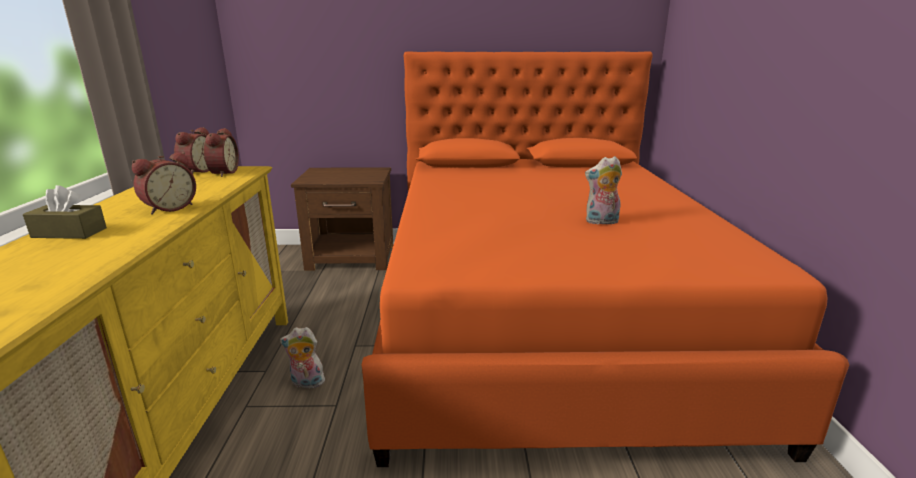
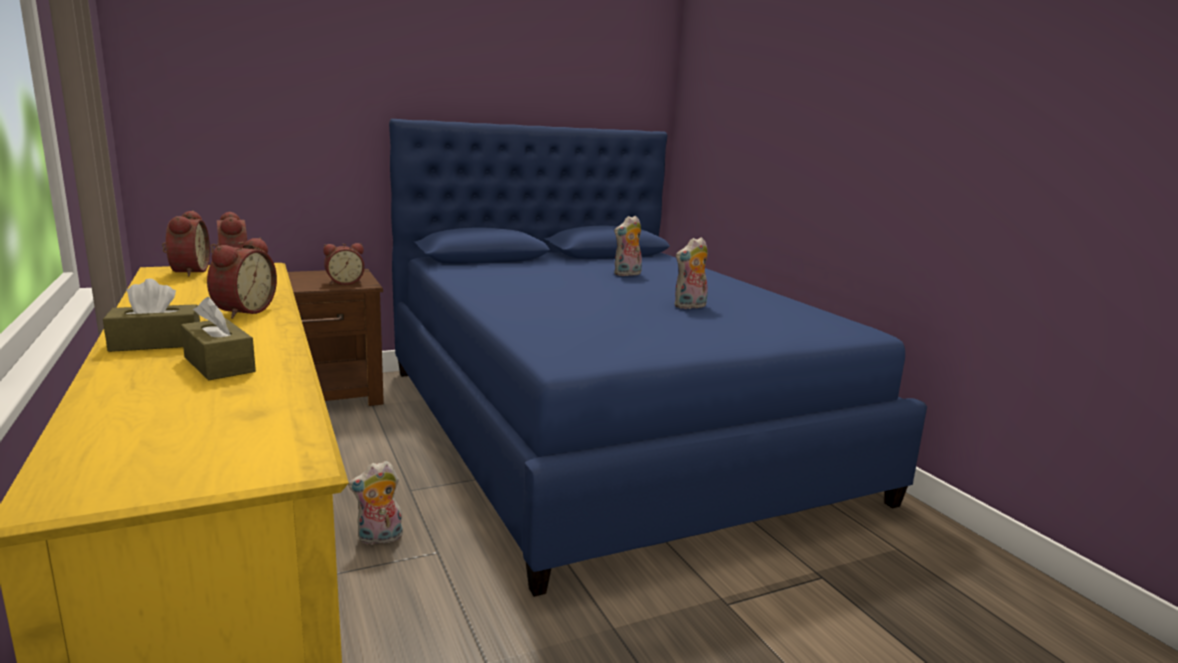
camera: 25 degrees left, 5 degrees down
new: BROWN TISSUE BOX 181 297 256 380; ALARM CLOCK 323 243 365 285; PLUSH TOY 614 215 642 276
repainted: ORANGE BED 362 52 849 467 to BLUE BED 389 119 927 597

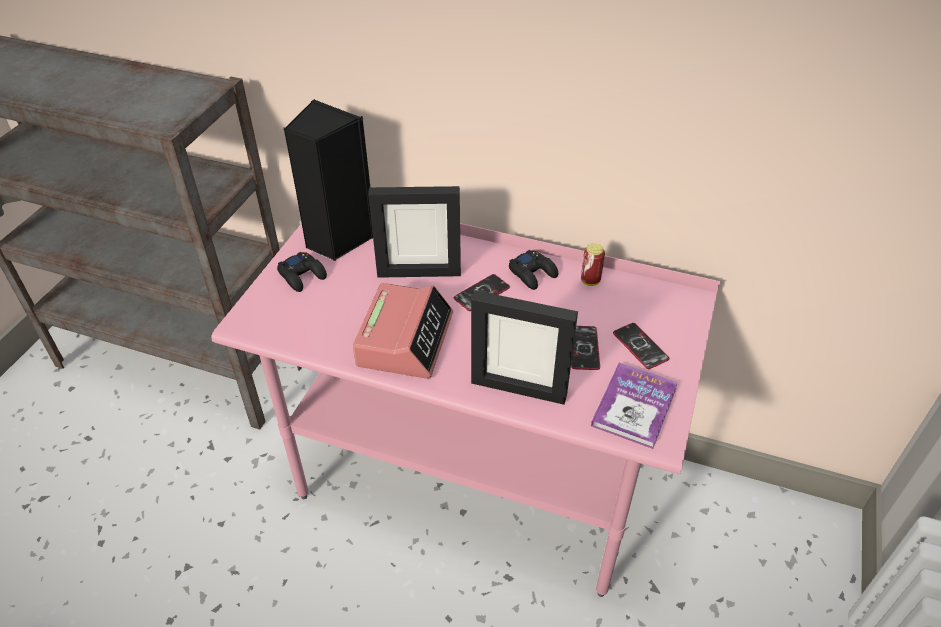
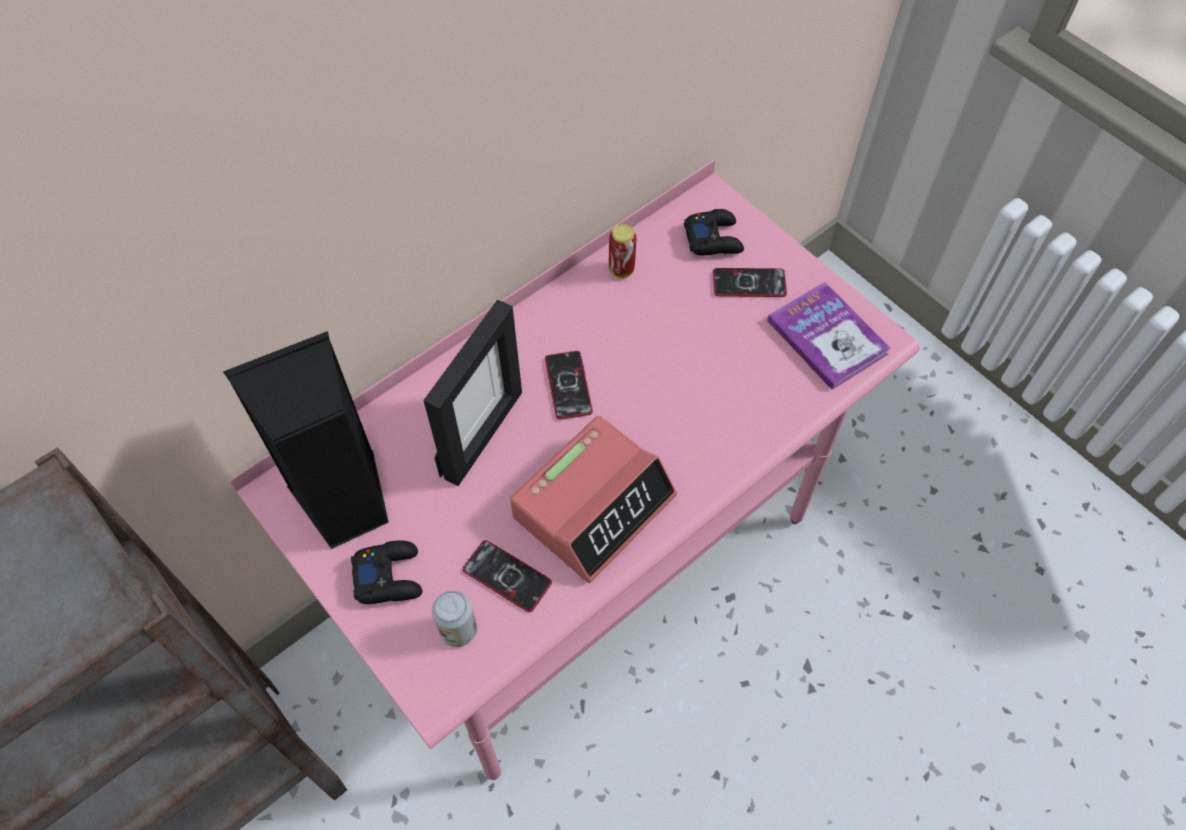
camera: 60 degrees left, 15 degrees up
gone: PICTURE FRAME 471 290 578 405
new: CAN 432 591 477 647
shifted: BLACK GAME CONTROLLER 509 250 558 290 to 684 209 744 256; PHONE 571 326 600 370 to 463 540 552 612
rotated: ALARM CLOCK 353 283 453 379 = 510 416 677 583 90 degrees clockwise

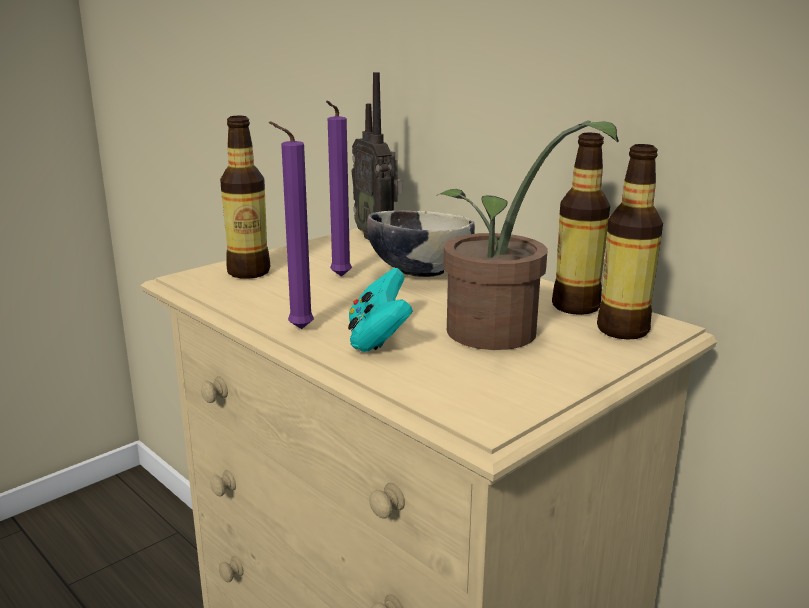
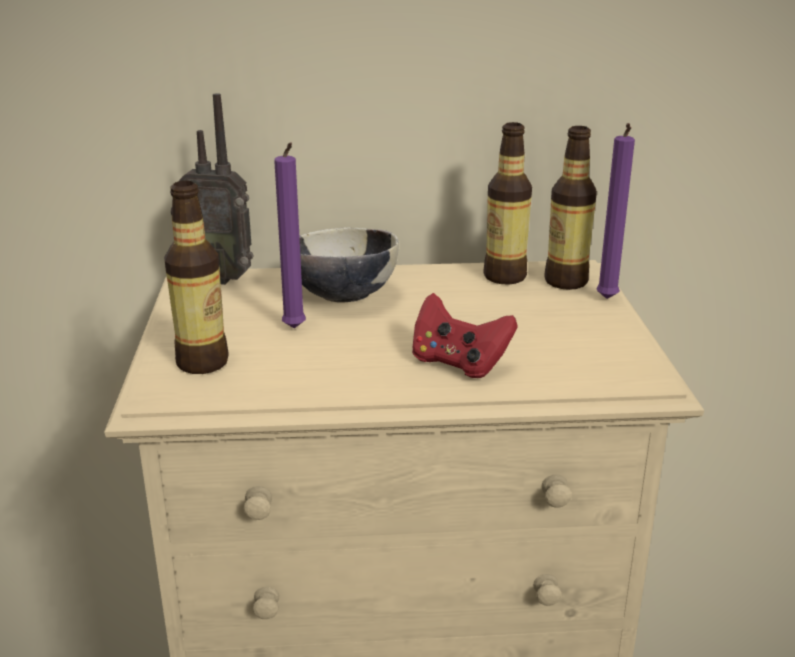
camera: 50 degrees left, 5 degrees up
gone: POTTED PLANT 436 120 619 350
shifted: PURPLE CANDLE 269 122 314 329 to 596 123 635 299
repainted: TURQUOISE GAME CONTROLLER 348 268 413 352 to RED GAME CONTROLLER 412 293 518 378

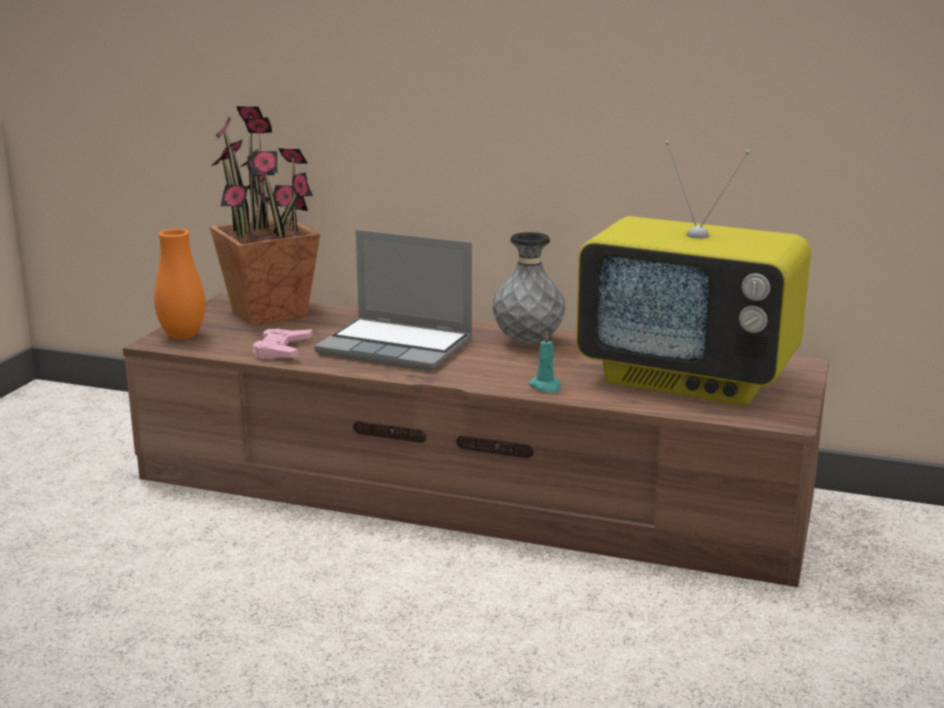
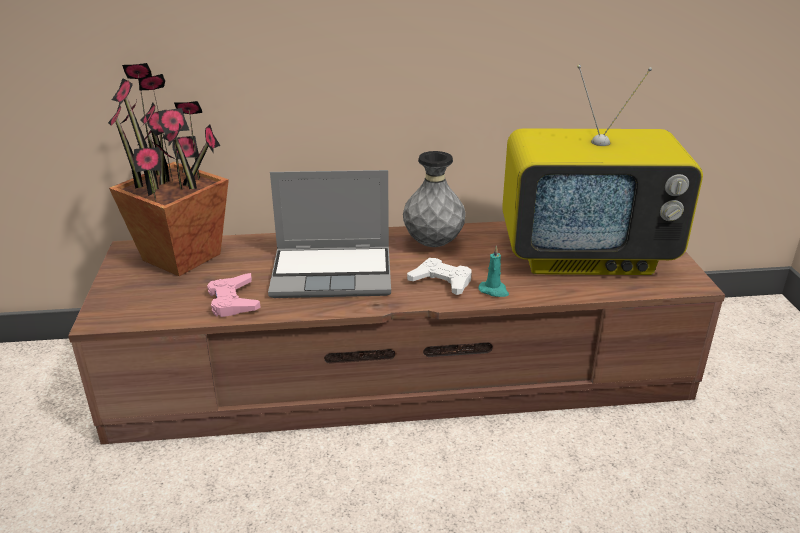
camera: 25 degrees left, 10 degrees up
gone: ORANGE VASE 154 229 205 339
new: WHITE GAME CONTROLLER 407 258 472 295

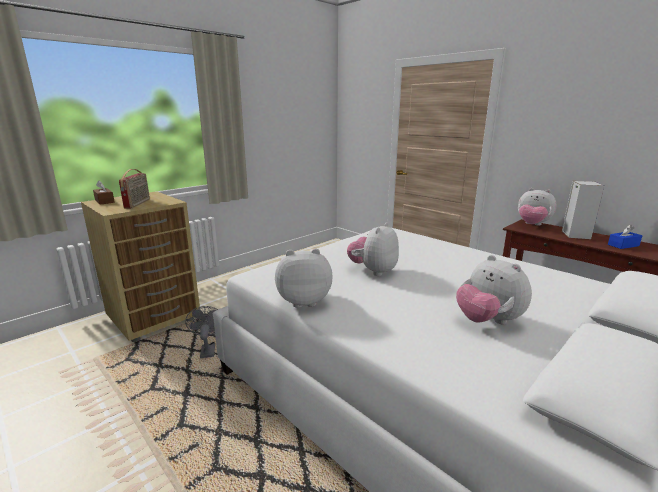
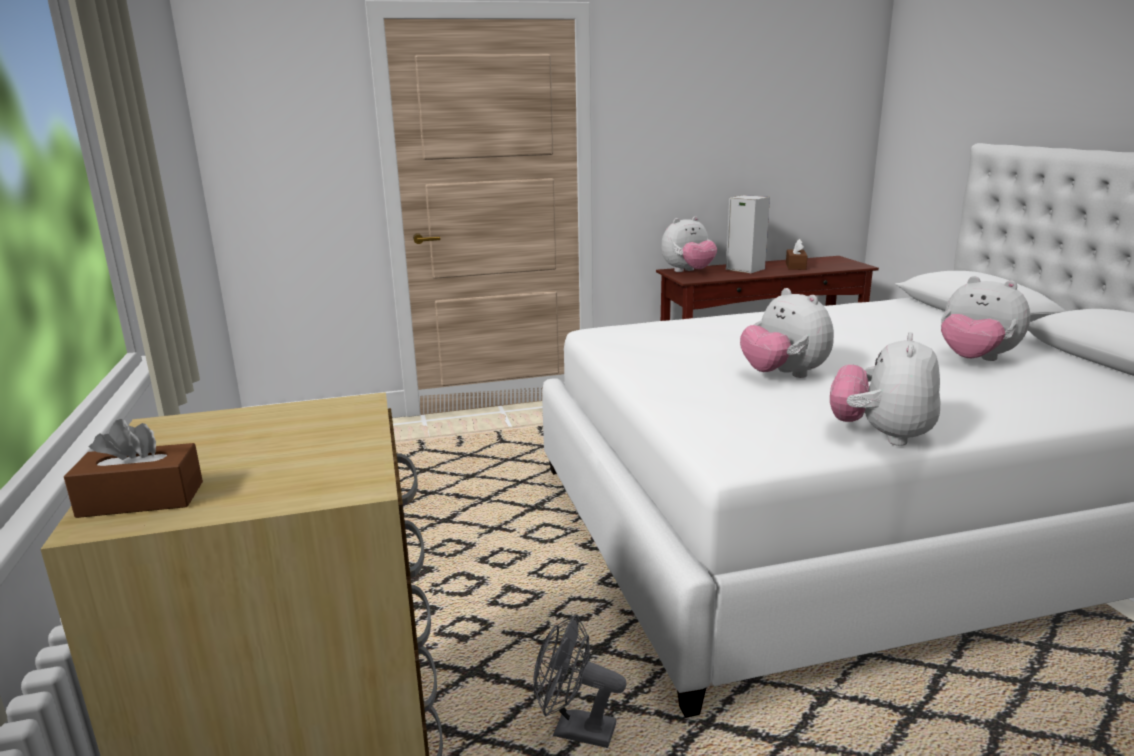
camera: 60 degrees left, 0 degrees up
gone: RADIO 119 169 150 209
repainted: BLUE TISSUE BOX 608 224 642 249 to BROWN TISSUE BOX 786 239 808 270
rotated: PLUSH TOY 456 255 532 324 = 941 276 1030 361 45 degrees clockwise

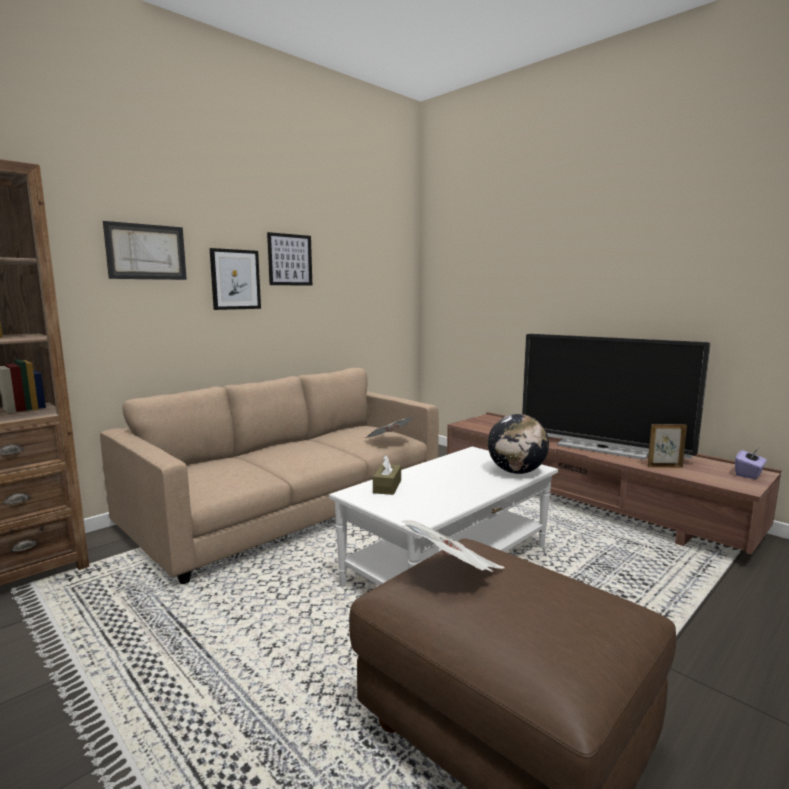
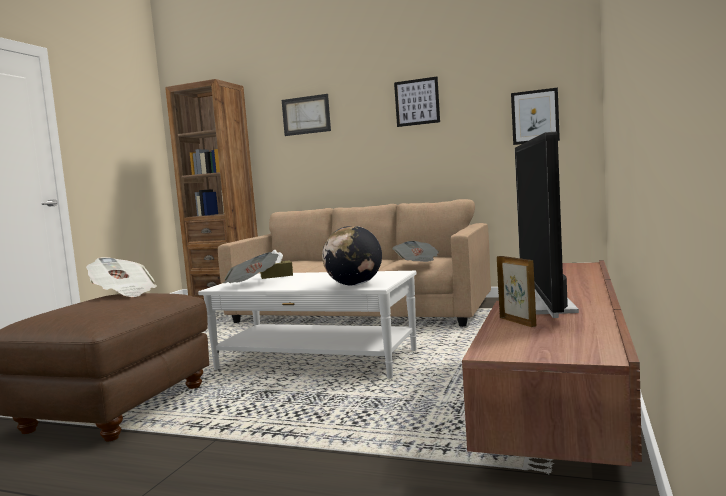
camera: 65 degrees right, 5 degrees down
gone: PURPLE TISSUE BOX 735 448 767 479
new: NEWSPAPER 223 252 279 283
shifted: PICTURE 210 248 261 310 to 511 88 560 145

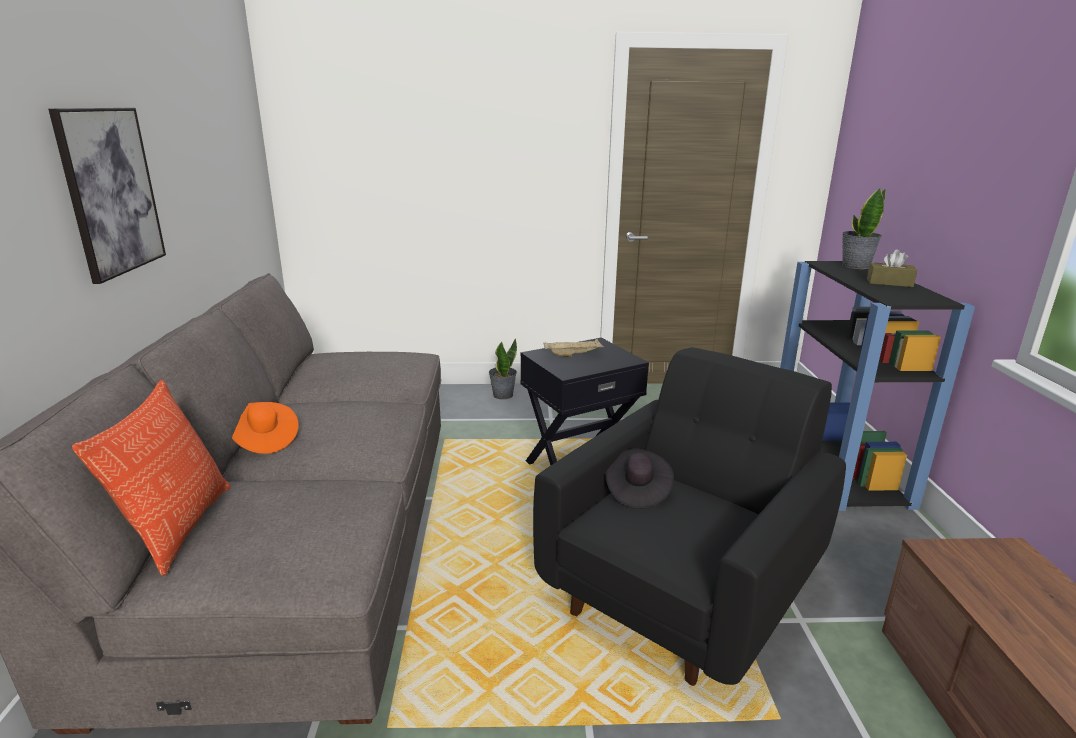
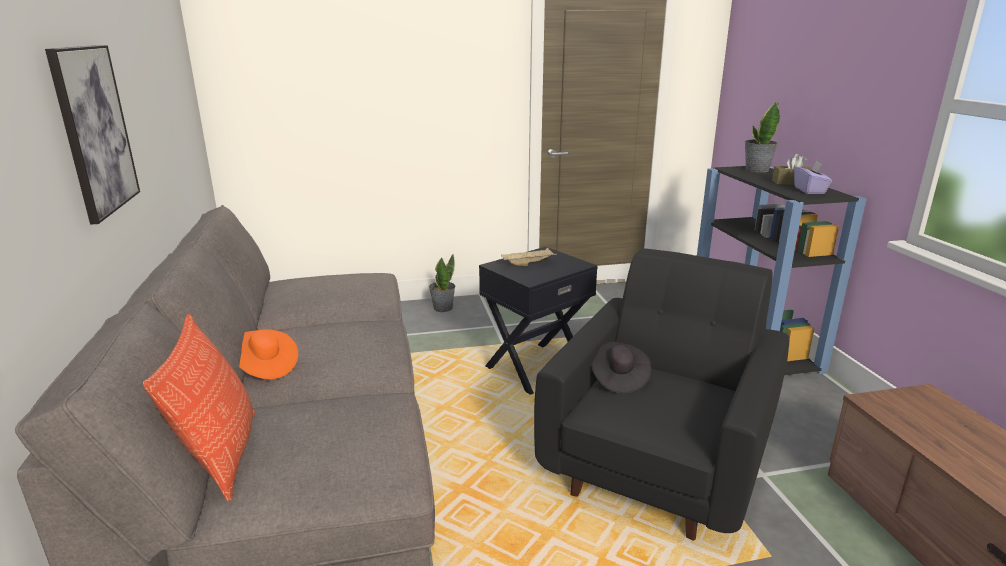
camera: 10 degrees left, 0 degrees up
new: PURPLE TISSUE BOX 794 161 832 194

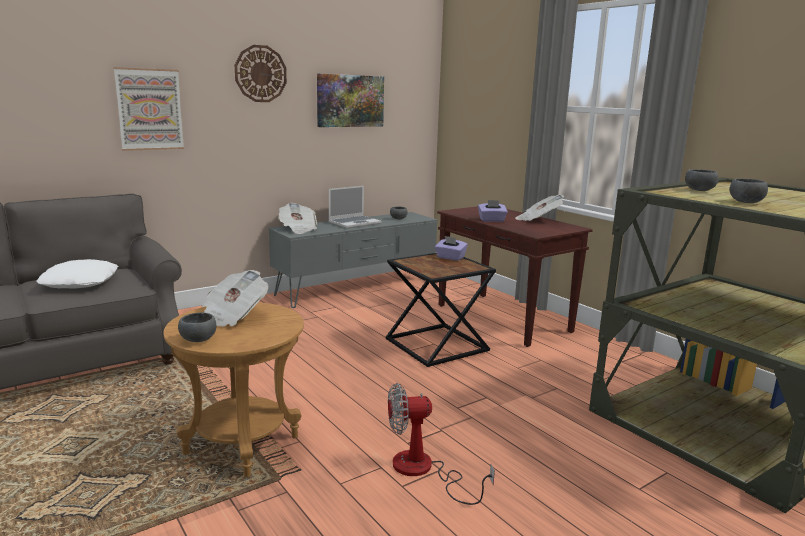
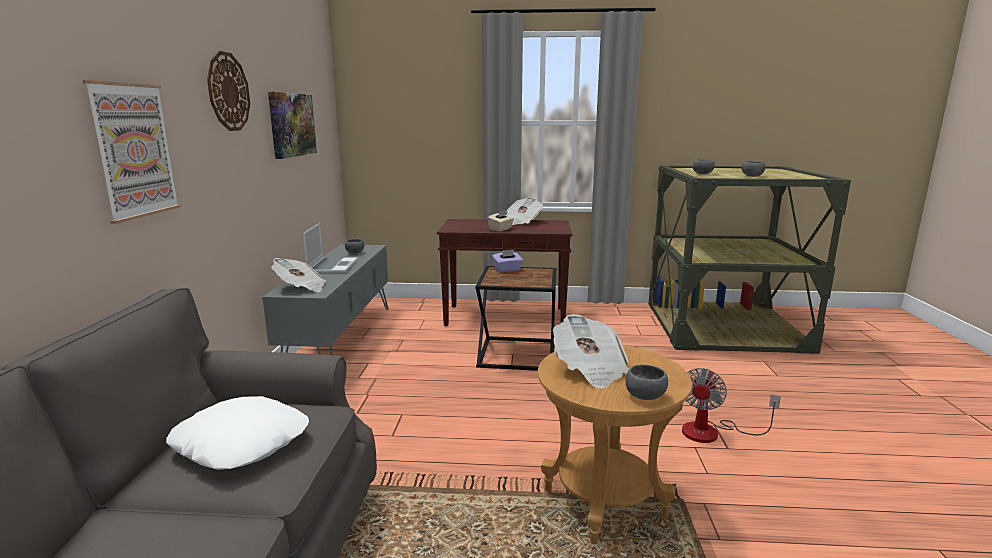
camera: 50 degrees left, 0 degrees up
repainted: PURPLE TISSUE BOX 478 200 508 222 to BEIGE TISSUE BOX 487 210 514 232

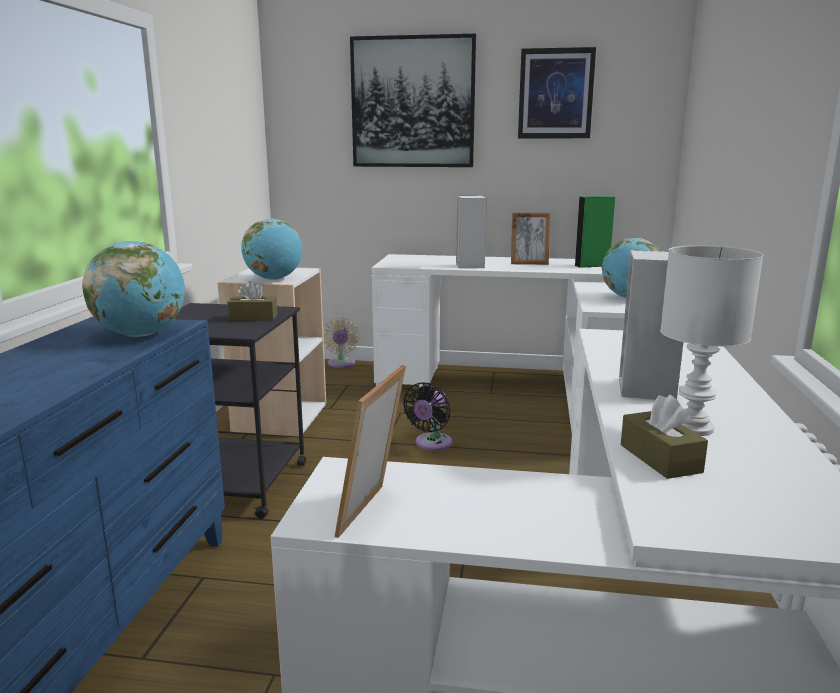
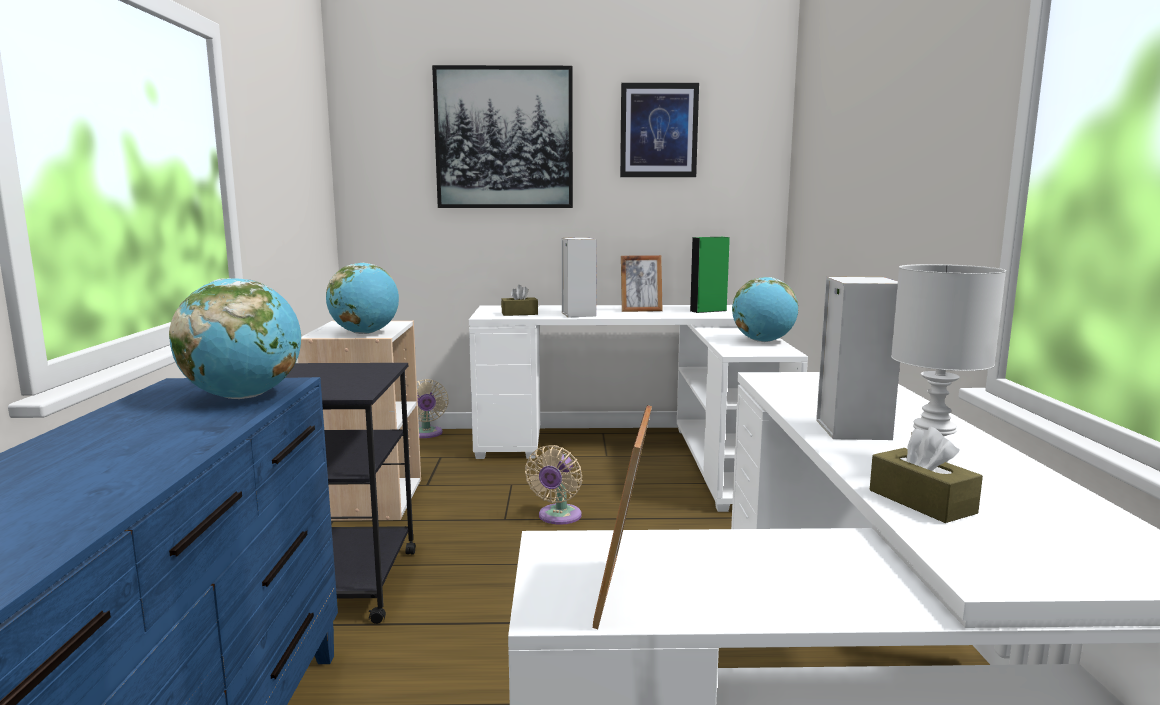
camera: 10 degrees left, 5 degrees down
shifted: BROWN TISSUE BOX 227 281 277 321 to 501 285 538 316
repainted: BLACK FAN 403 382 453 451 to BEIGE FAN 525 445 582 525

